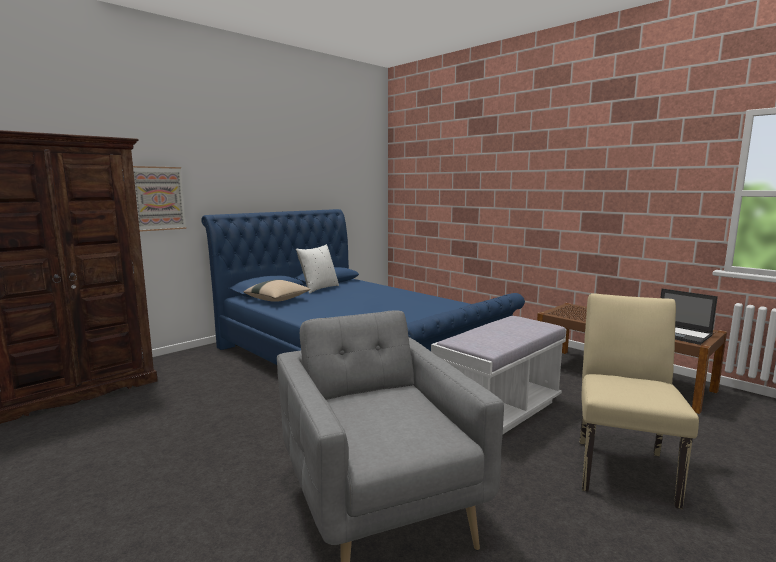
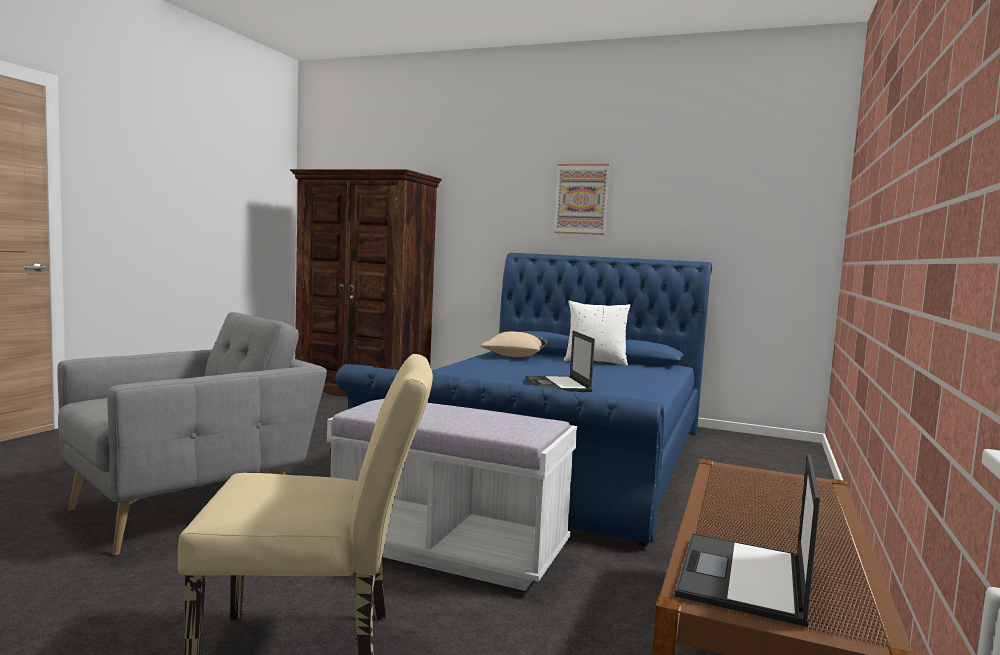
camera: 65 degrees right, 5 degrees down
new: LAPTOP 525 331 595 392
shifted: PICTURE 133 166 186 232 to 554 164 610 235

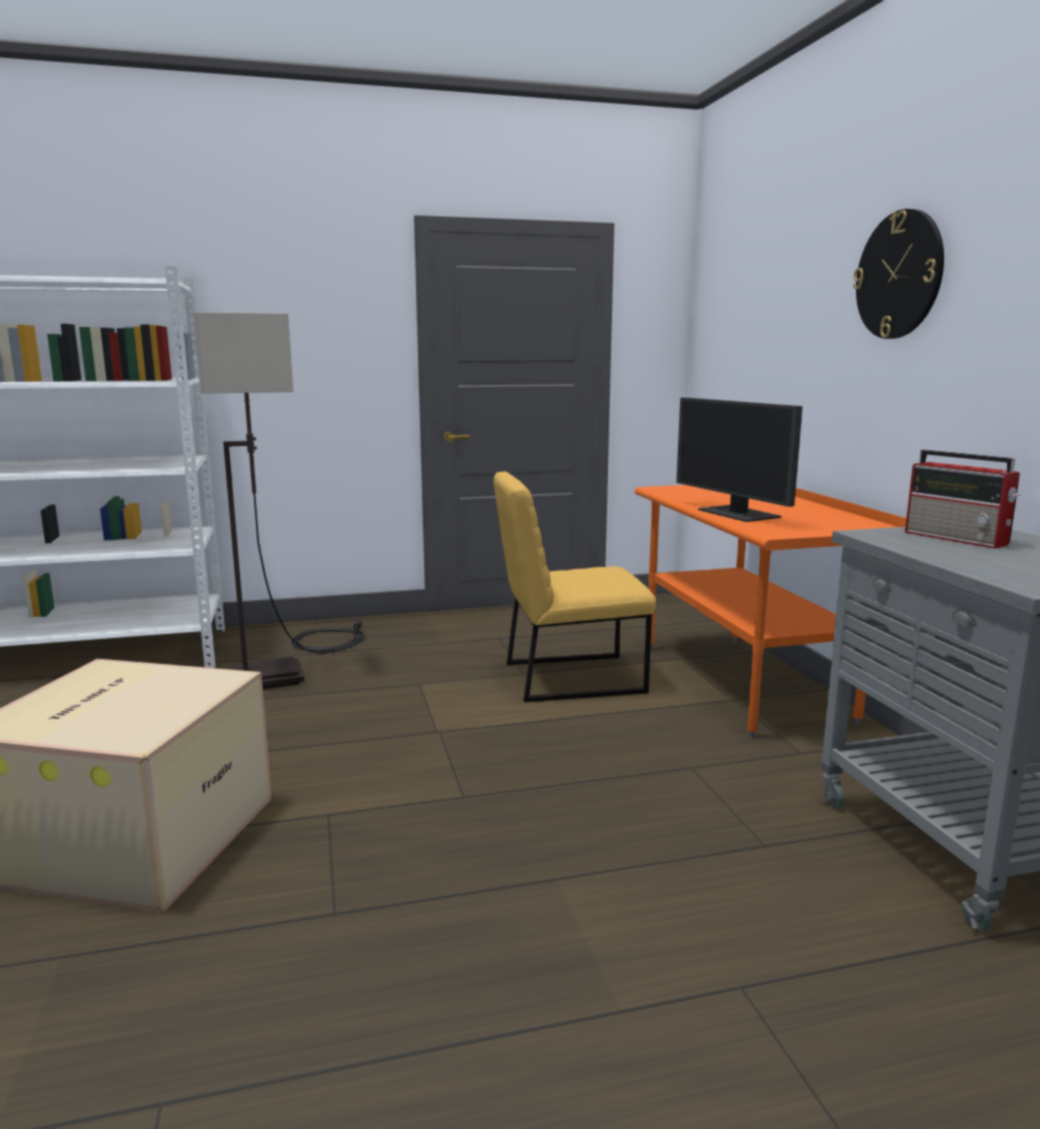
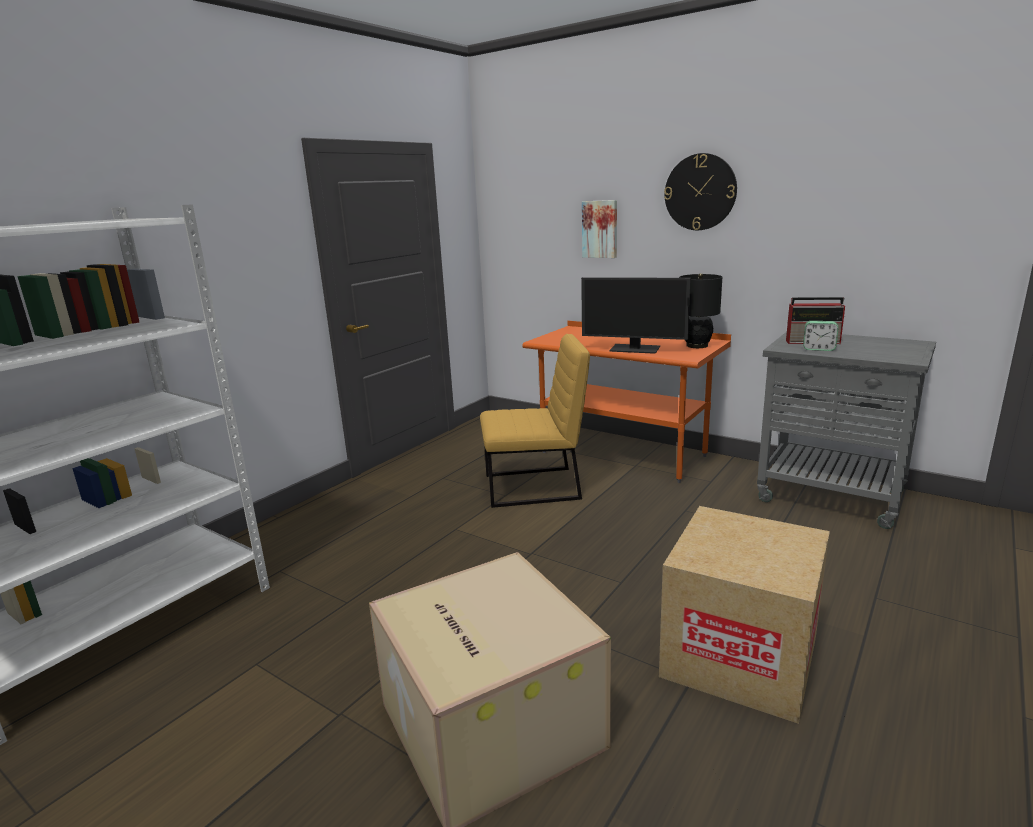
camera: 40 degrees left, 5 degrees up
gone: FLOOR LAMP 194 312 365 689
new: PICTURE 582 200 617 258; CARDBOARD BOX 659 506 830 724; BLACK TABLE LAMP 679 273 722 348; ALARM CLOCK 803 321 839 351
rotated: YELLOW CHAIR 494 471 656 702 = 480 334 590 508 135 degrees counterclockwise

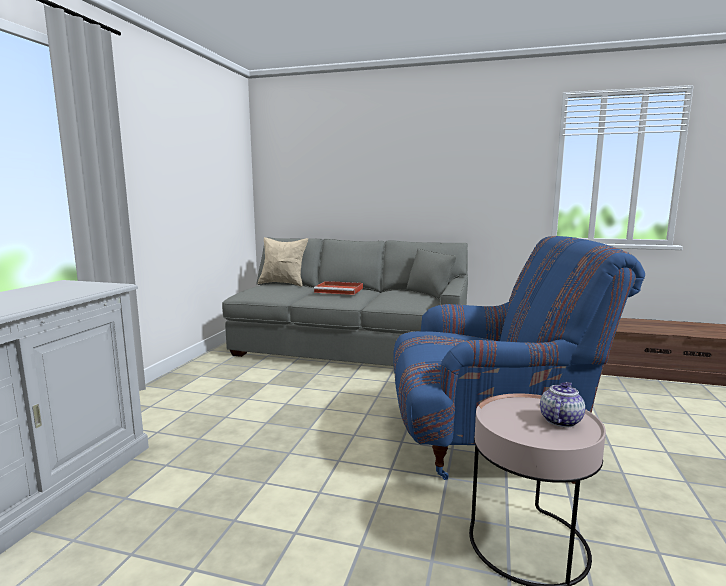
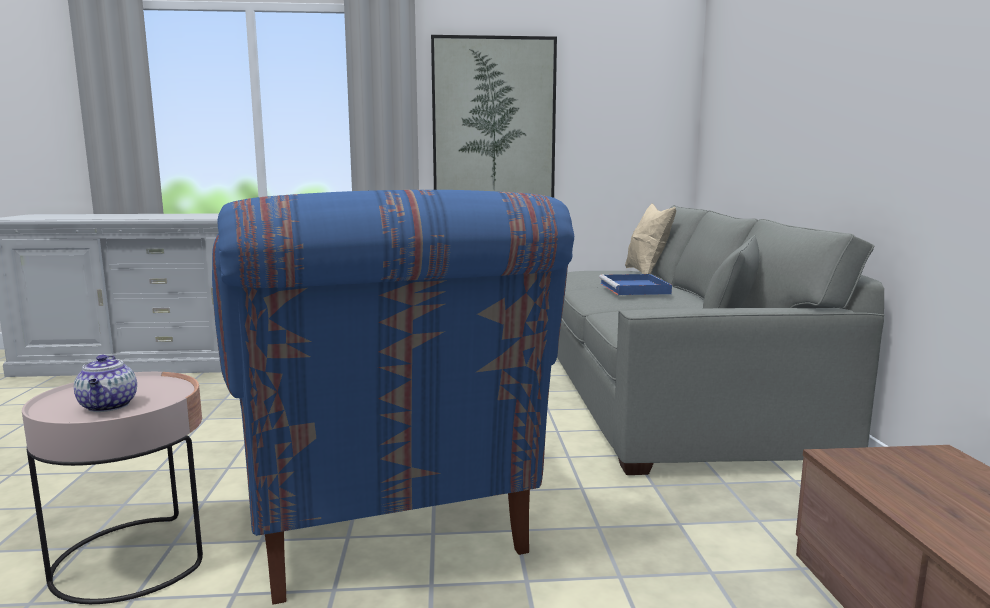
camera: 70 degrees right, 0 degrees up
new: PICTURE 431 35 557 198
repainted: RED TRAY 314 281 363 295 to BLUE TRAY 599 274 672 295
rotated: TEAPOT 540 382 585 427 = 74 355 137 412 60 degrees clockwise

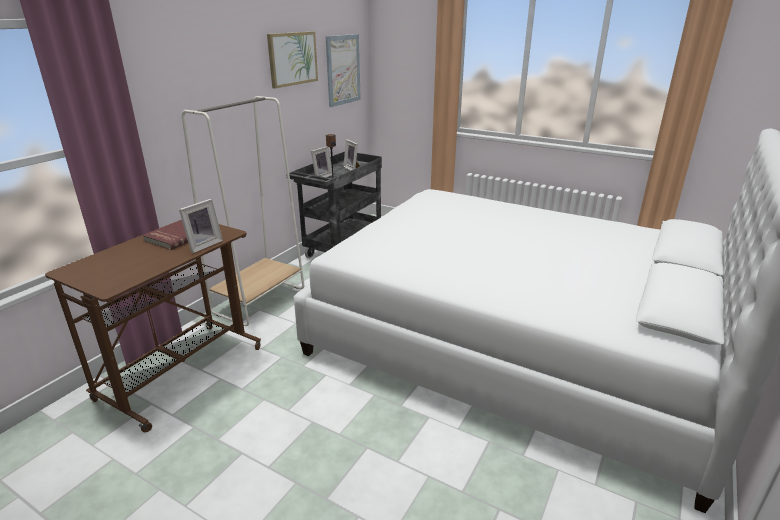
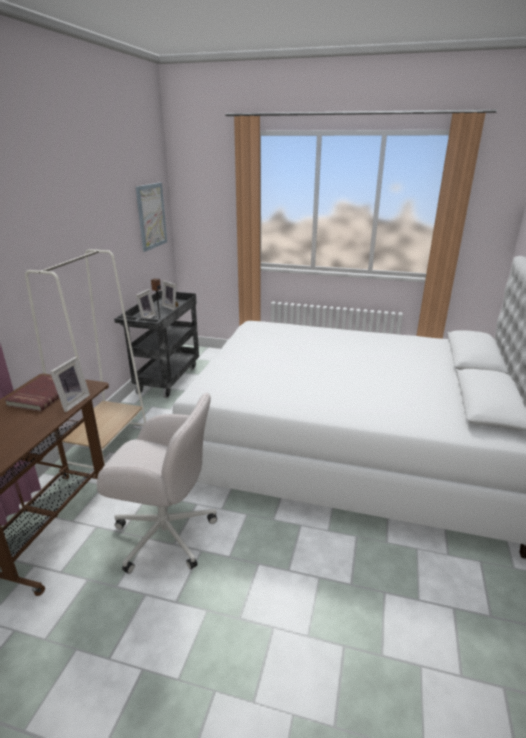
camera: 15 degrees left, 0 degrees up
gone: PICTURE 267 31 318 89
new: WHITE OFFICE CHAIR 96 393 217 574

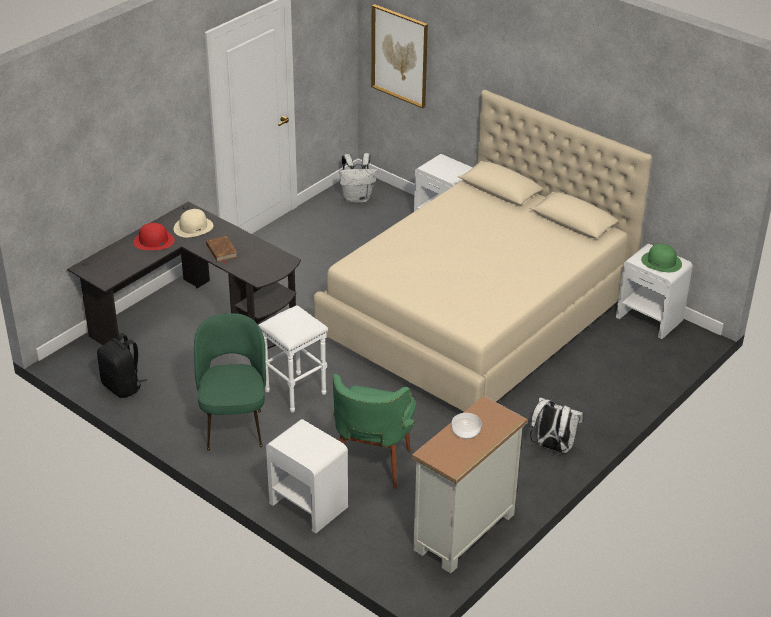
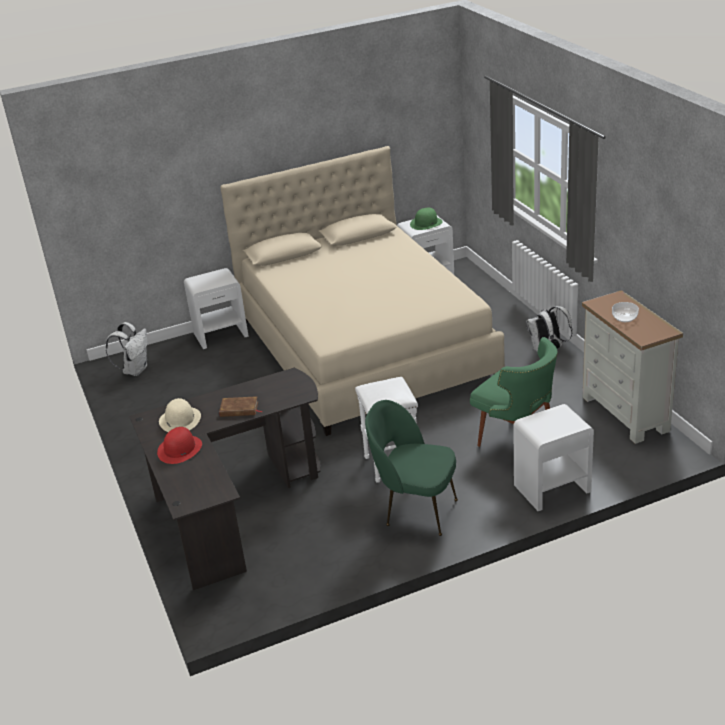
camera: 60 degrees left, 5 degrees down
gone: BLACK BACKPACK 97 333 147 398; PICTURE 371 4 428 108

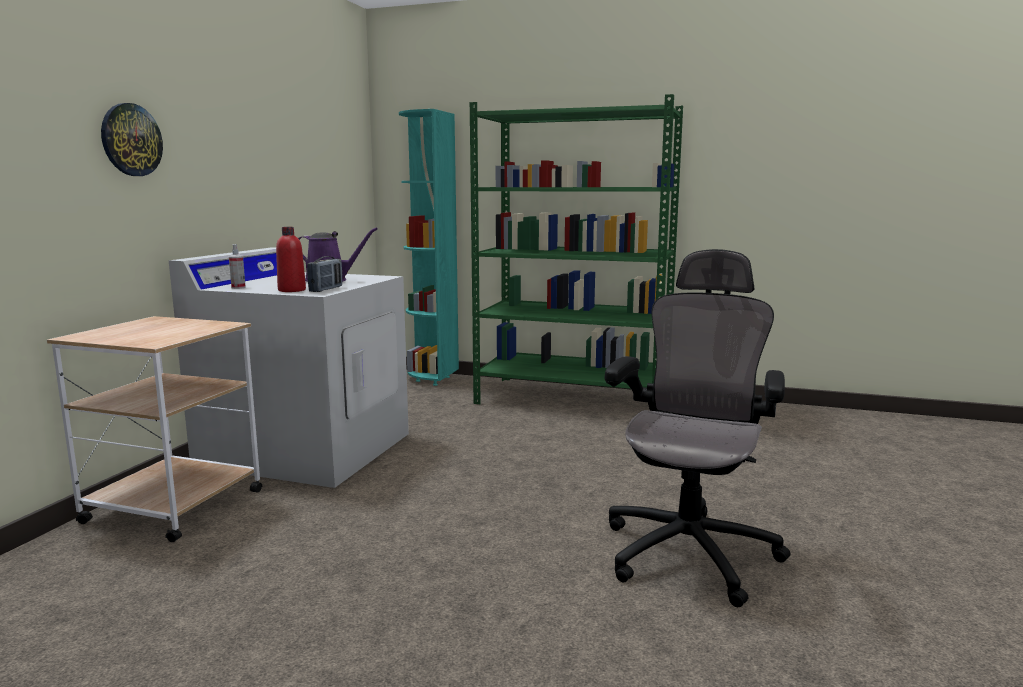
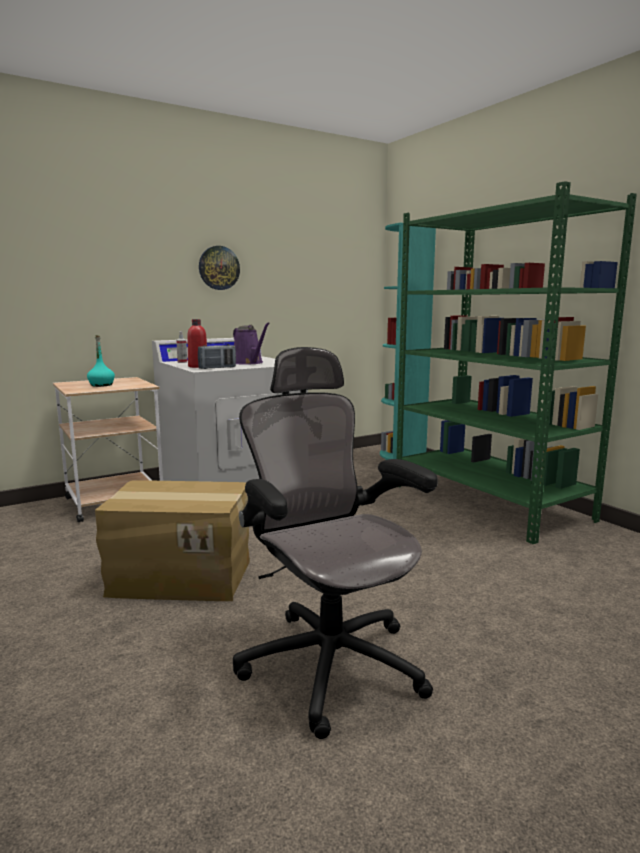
camera: 40 degrees right, 0 degrees up
new: TURQUOISE BOTTLE 87 335 115 387; CARDBOARD BOX 95 480 250 601
shifted: WALL CLOCK 101 103 163 176 to 199 246 240 290
rotated: OFFICE CHAIR 604 249 791 607 = 233 347 438 739 90 degrees counterclockwise

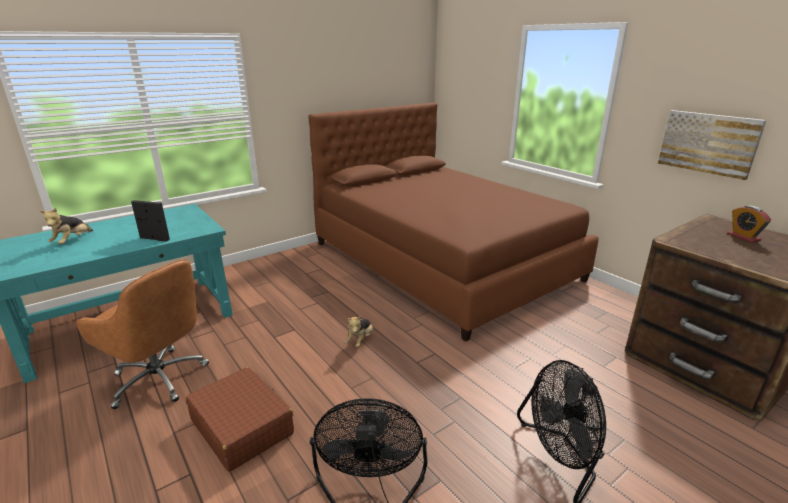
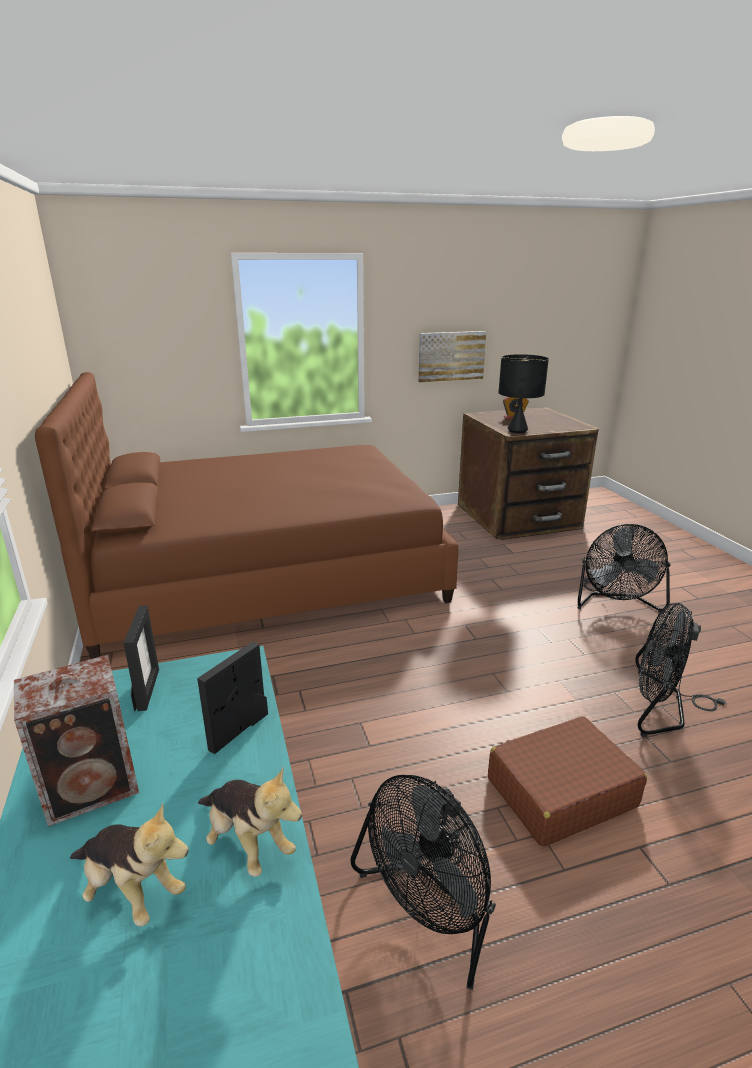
camera: 70 degrees left, 0 degrees up
new: SPEAKER 14 655 139 827; PICTURE FRAME 123 606 159 712; BLACK TABLE LAMP 498 354 549 433
shifted: PLUSH TOY 345 316 373 347 to 198 767 302 877
swapped: BROWN OFFICE CHAIR 76 259 209 409 to BLACK FAN 350 775 496 990

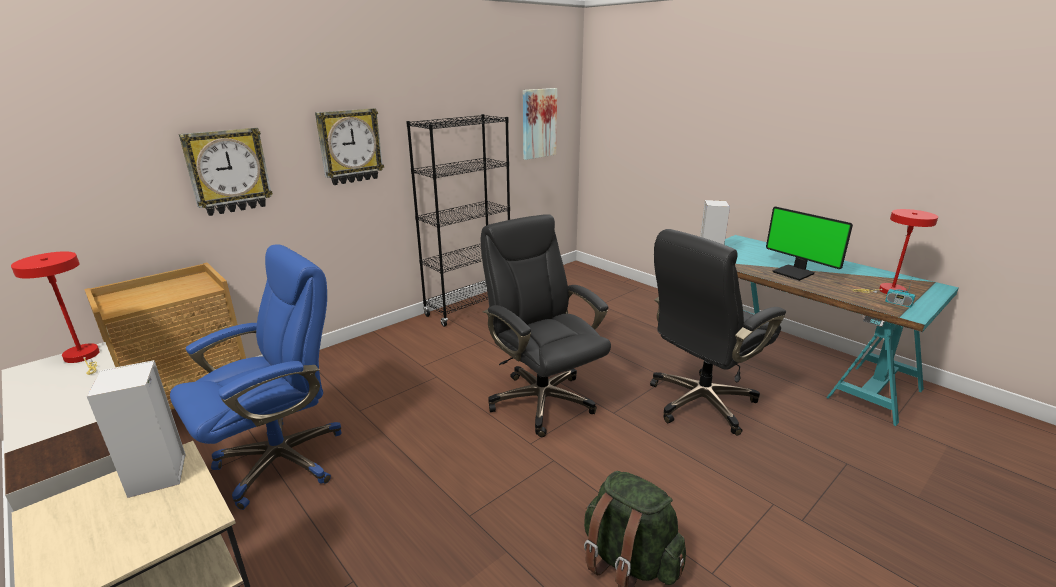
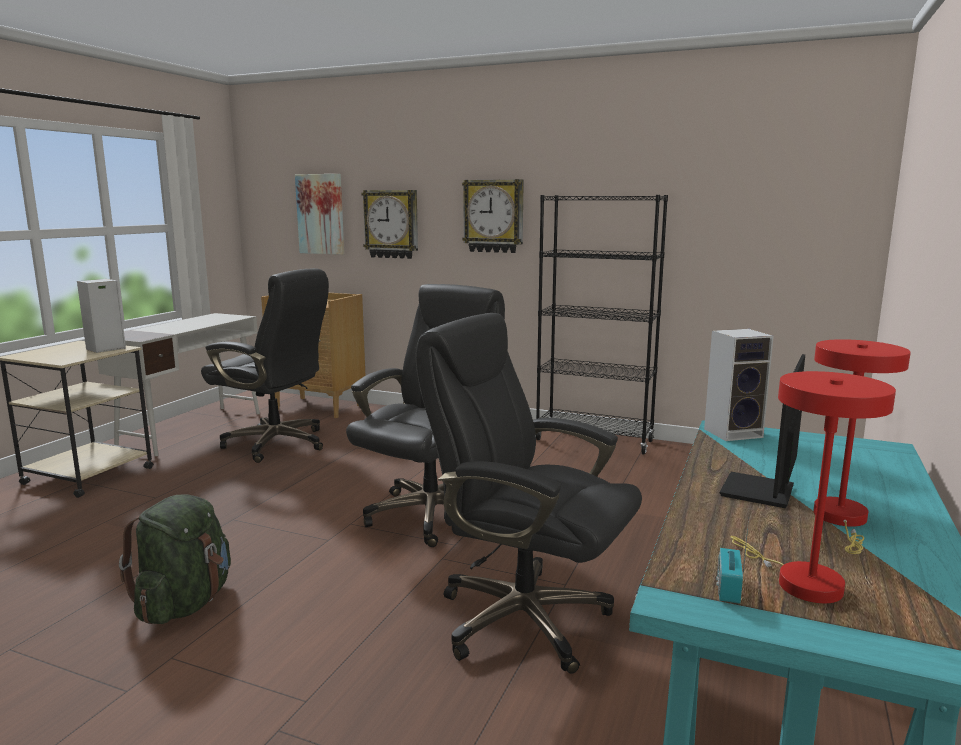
camera: 65 degrees right, 10 degrees down
shifted: RED TABLE LAMP 11 251 100 375 to 813 339 911 554; PICTURE 523 88 557 160 to 295 174 344 255
repainted: BLUE OFFICE CHAIR 170 244 342 510 to BLACK OFFICE CHAIR 201 268 329 463

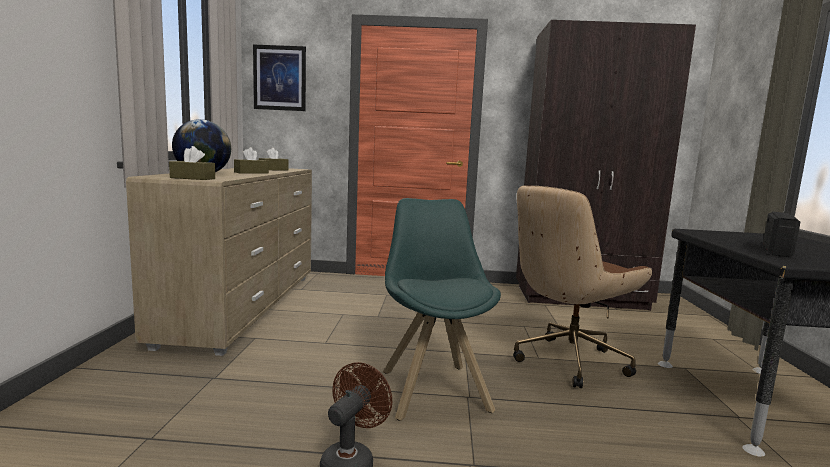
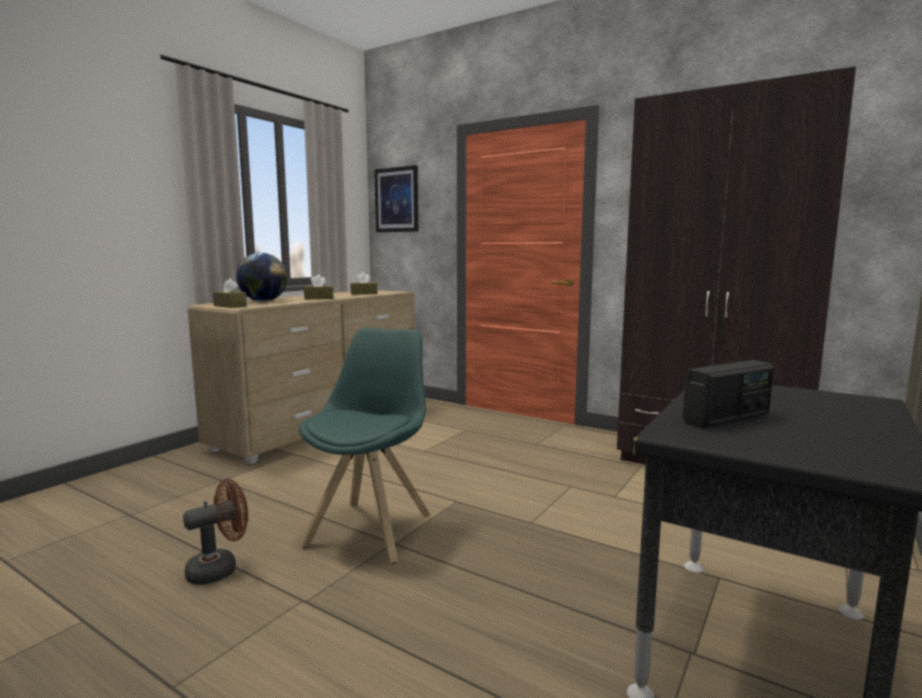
camera: 30 degrees right, 0 degrees up
gone: BROWN OFFICE CHAIR 513 185 652 388

